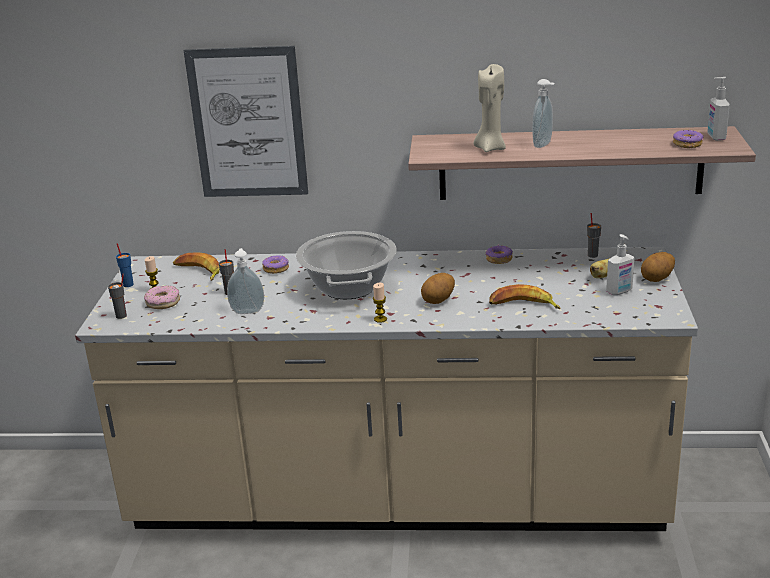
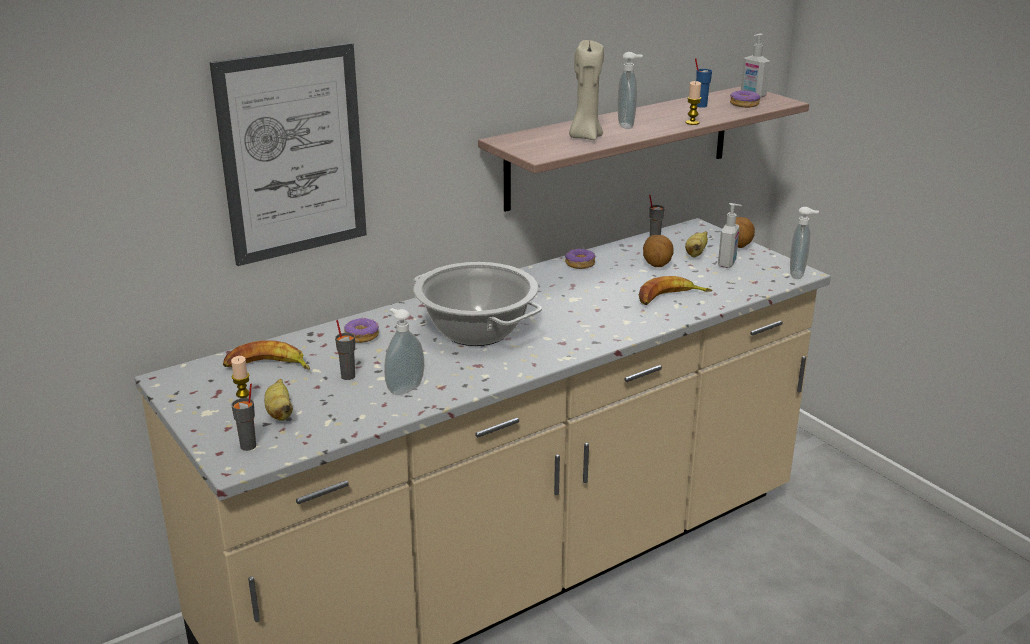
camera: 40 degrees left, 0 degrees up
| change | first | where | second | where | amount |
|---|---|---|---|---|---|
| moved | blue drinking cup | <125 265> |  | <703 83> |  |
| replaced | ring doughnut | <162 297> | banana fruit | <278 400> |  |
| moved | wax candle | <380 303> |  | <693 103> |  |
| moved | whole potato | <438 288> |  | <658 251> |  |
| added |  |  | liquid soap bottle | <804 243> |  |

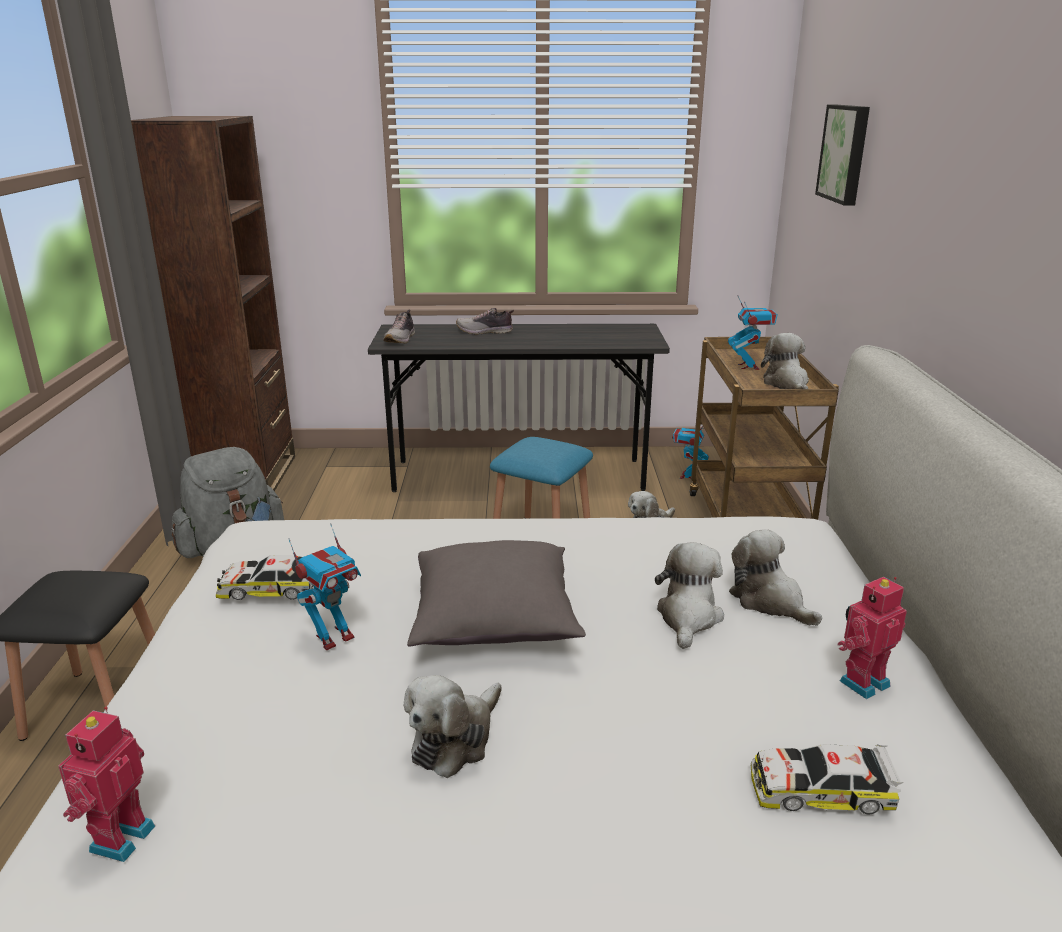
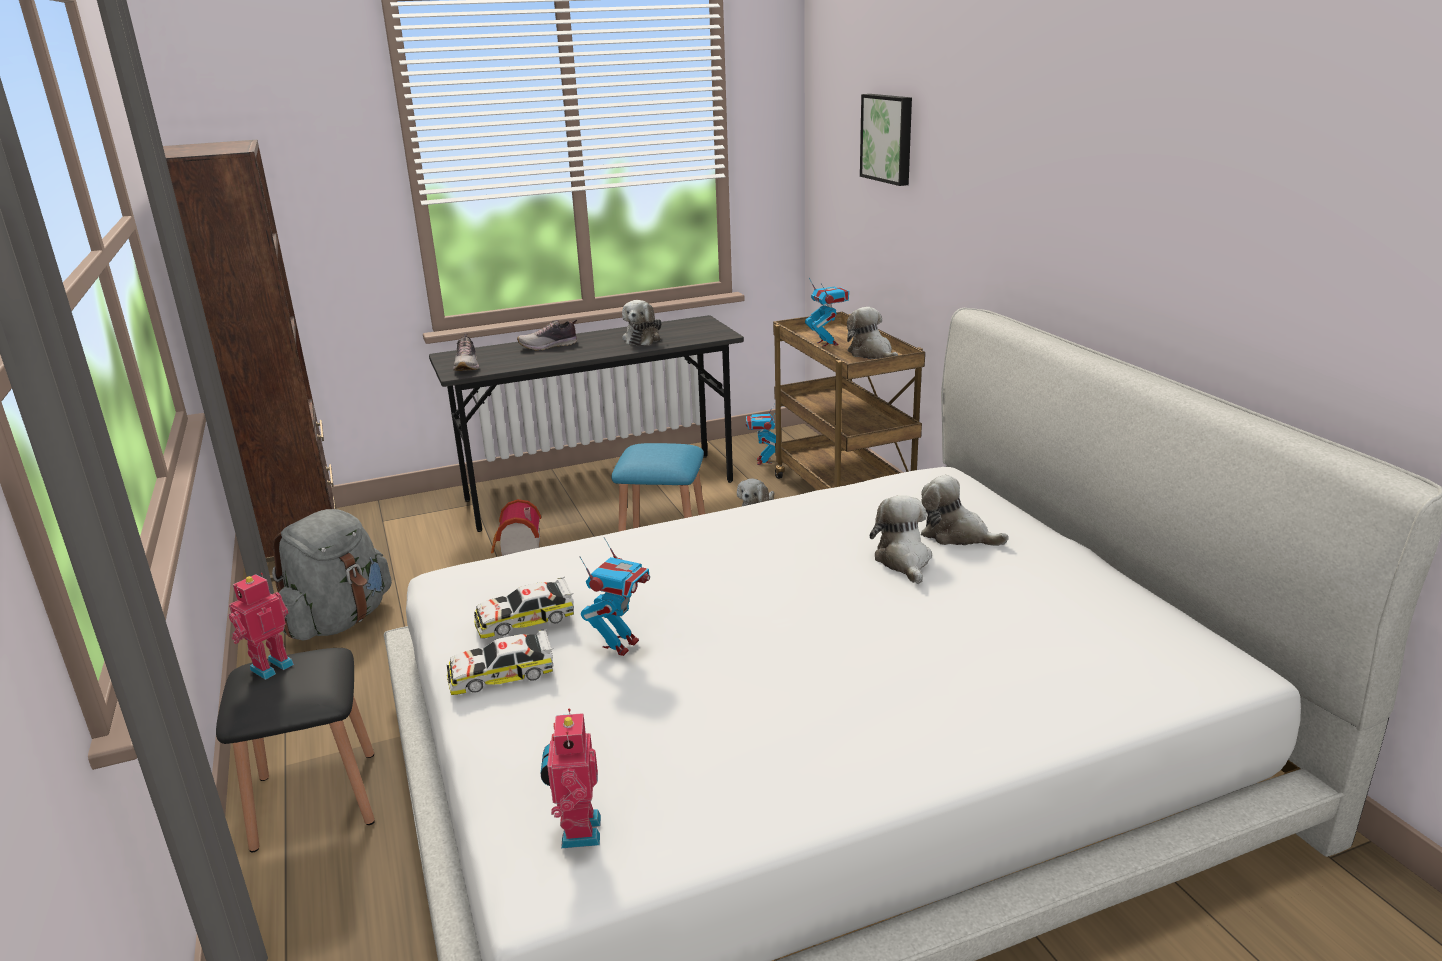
camera: 20 degrees left, 0 degrees up
| change | first | where | second | where | amount |
|---|---|---|---|---|---|
| moved | cuddly toy | <452 726> |  | <642 322> |  |
| removed | greyish cushion | <496 593> |  |  |  |
| moved | model car | <827 779> |  | <500 662> |  |
| moved | robot figure | <872 638> |  | <261 626> |  |
| added |  |  | toy house | <516 527> |  |

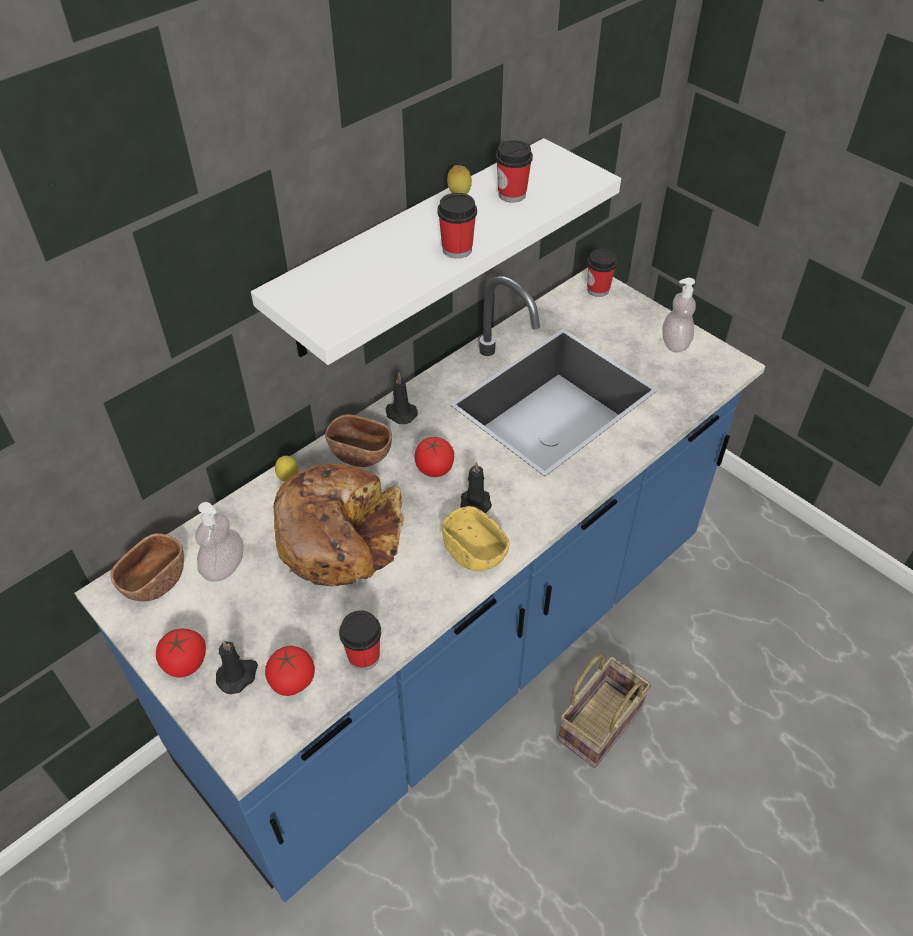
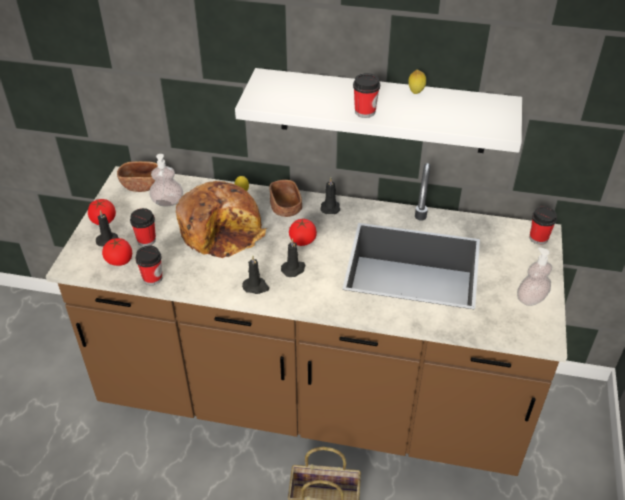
camera: 55 degrees right, 5 degrees down
| change | first | where | second | where | amount |
|---|---|---|---|---|---|
| recoloured | blue counter | <419 585> | brown-coloured counter | <306 319> |  |
| replaced | yellowish serving bowl | <475 538> | black-coloured wax candle | <255 275> |  |
| moved | drinking cup | <514 171> |  | <143 227> |  |

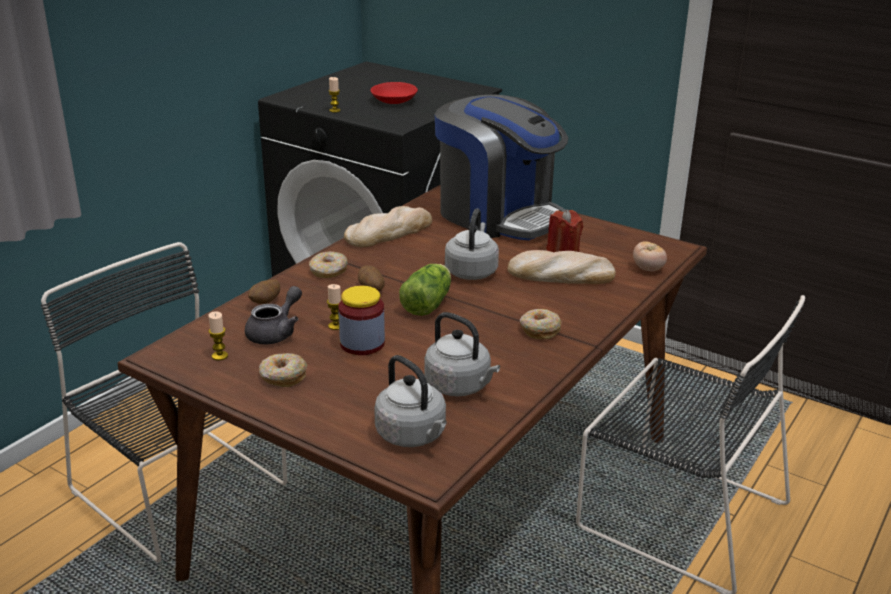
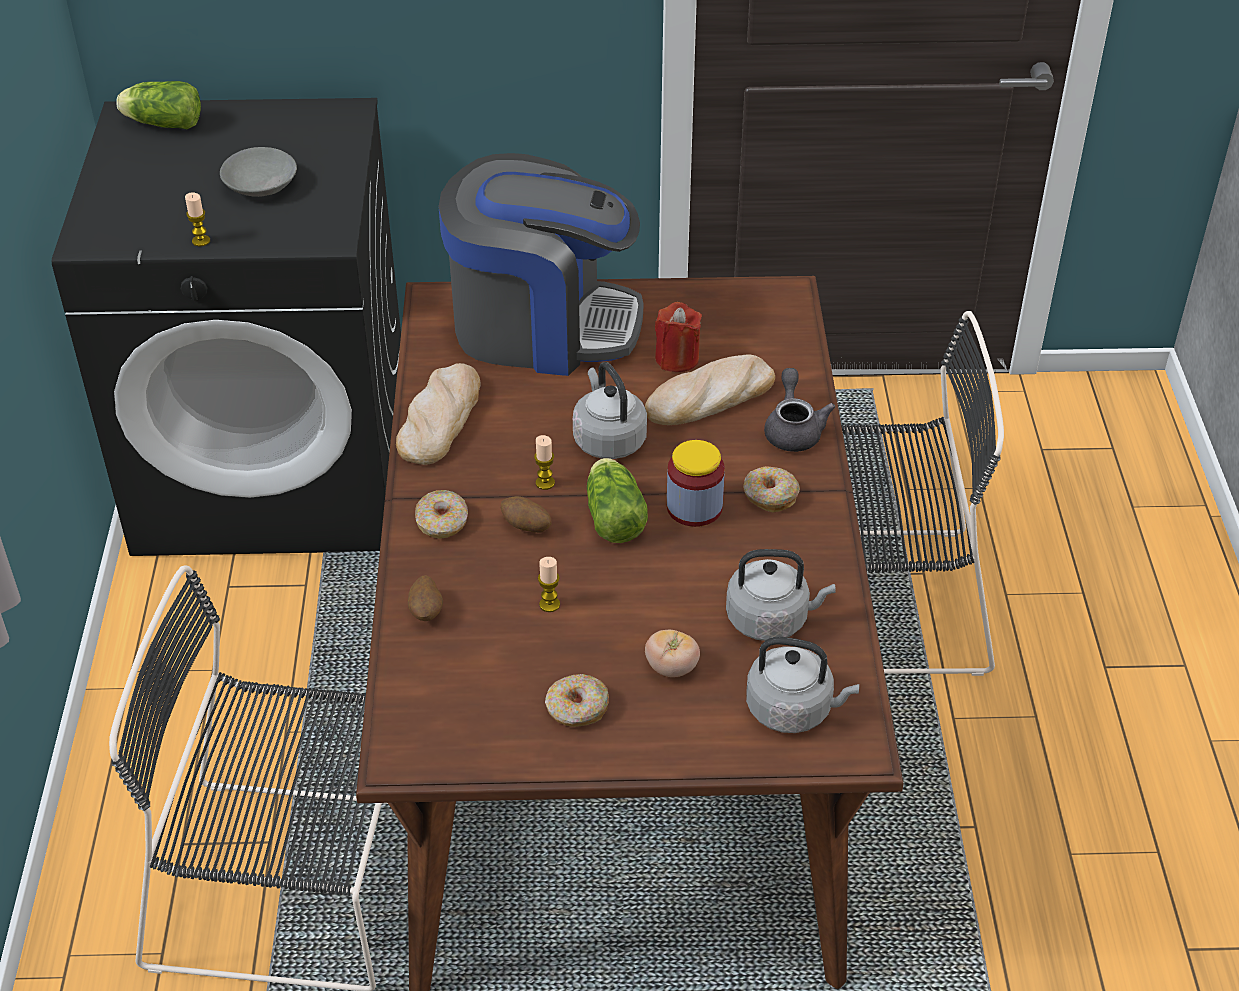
camera: 35 degrees left, 15 degrees up
| change | first | where | second | where | amount |
|---|---|---|---|---|---|
| moved | wax candle | <218 336> |  | <544 462> |  |
| moved | greyish teapot | <273 315> |  | <799 410> |  |
| moved | preserve jar | <361 320> |  | <696 483> |  |
| recoloured | red-coloured serving bowl | <394 93> | greyish serving bowl | <258 172> |  |
| moved | tomato | <650 256> |  | <672 653> |  |
| added |  |  | head of lettuce | <158 105> |  |

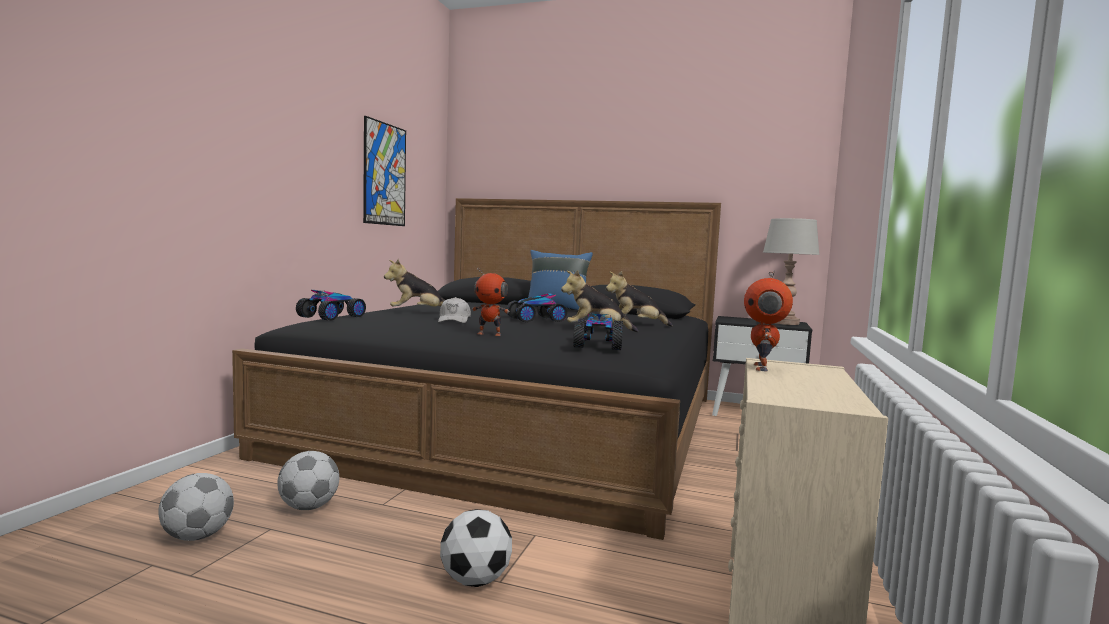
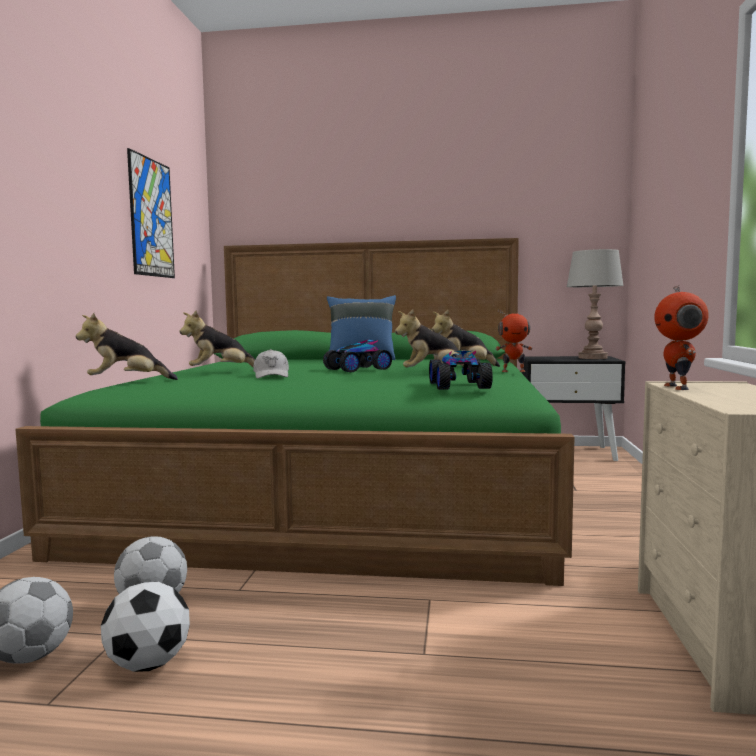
camera: 10 degrees left, 0 degrees up
| change | first | where | second | where | amount |
|---|---|---|---|---|---|
| recoloured | black-coloured bedroom bed | <476 369> | green bedroom bed | <295 412> |  |
| replaced | model car | <331 305> | cuddly toy | <127 346> |  |
| moved | ball for football | <476 548> |  | <145 627> |  |
| moved | robot figure | <491 301> |  | <513 340> |  |

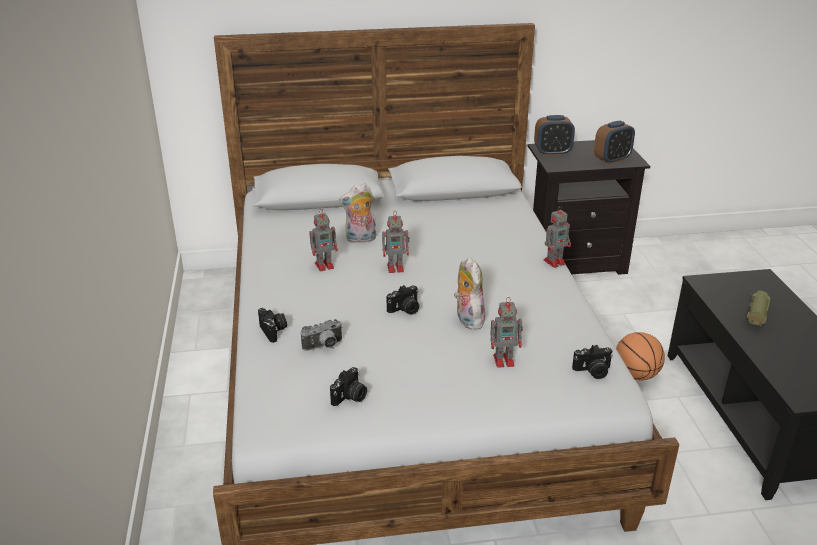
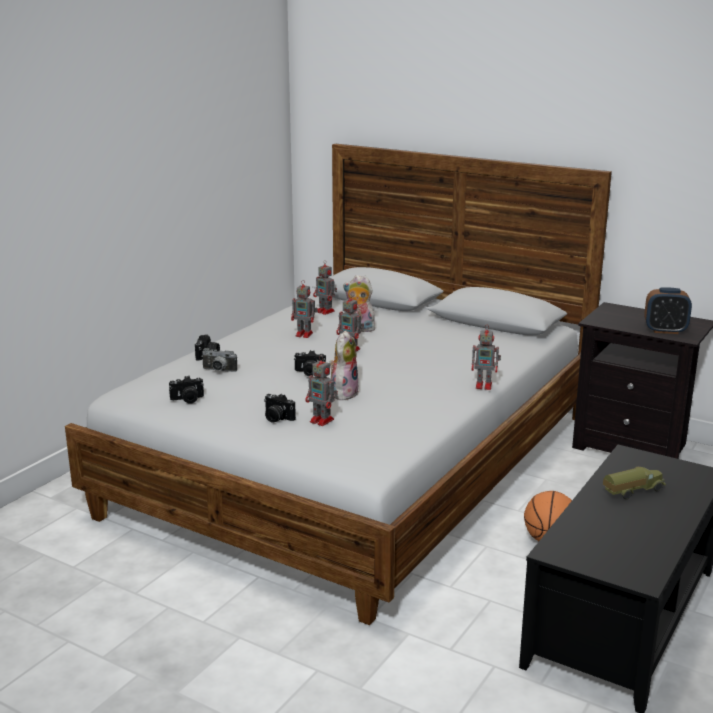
camera: 40 degrees right, 10 degrees down
| change | first | where | second | where | amount |
|---|---|---|---|---|---|
| removed | alarm clock | <554 135> |  |  |  |
| moved | still camera | <592 362> |  | <280 408> |  |
| added |  |  | robot figure | <325 287> |  |

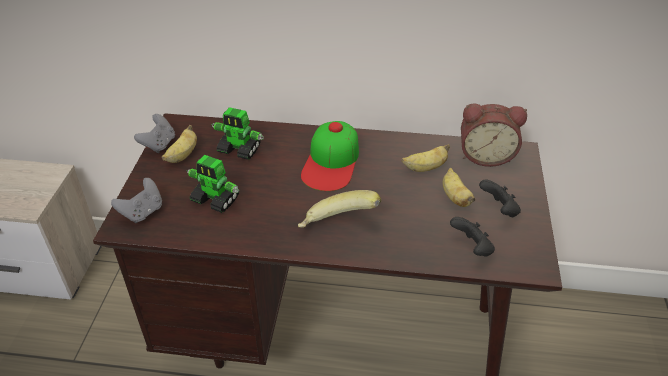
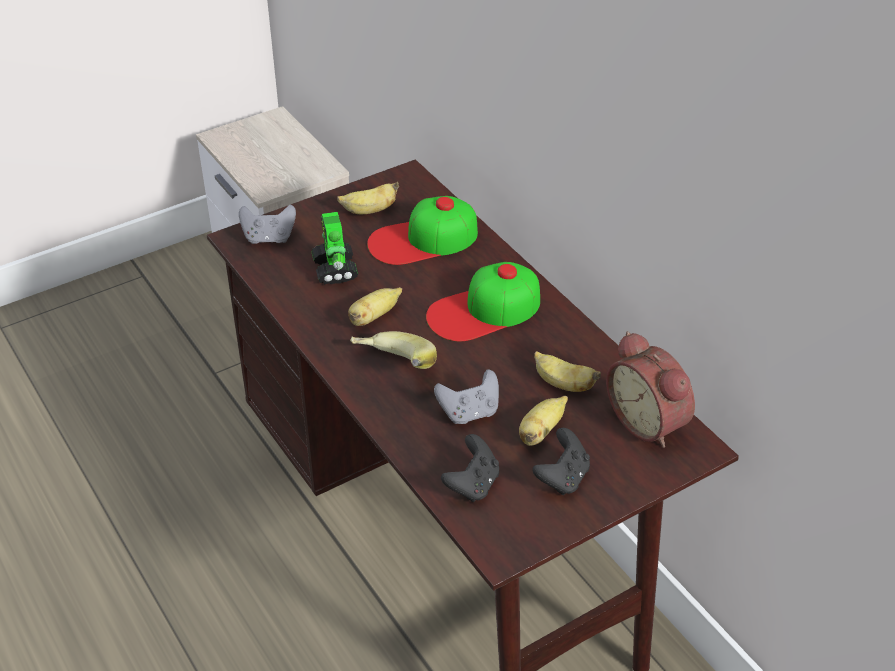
camera: 50 degrees right, 0 degrees up
| change | first | where | second | where | amount |
|---|---|---|---|---|---|
| moved | greyish joypad | <154 133> |  | <466 397> |  |
| replaced | robot figure | <238 133> | cap | <422 230> |  |
| added |  |  | banana fruit | <375 306> |  |

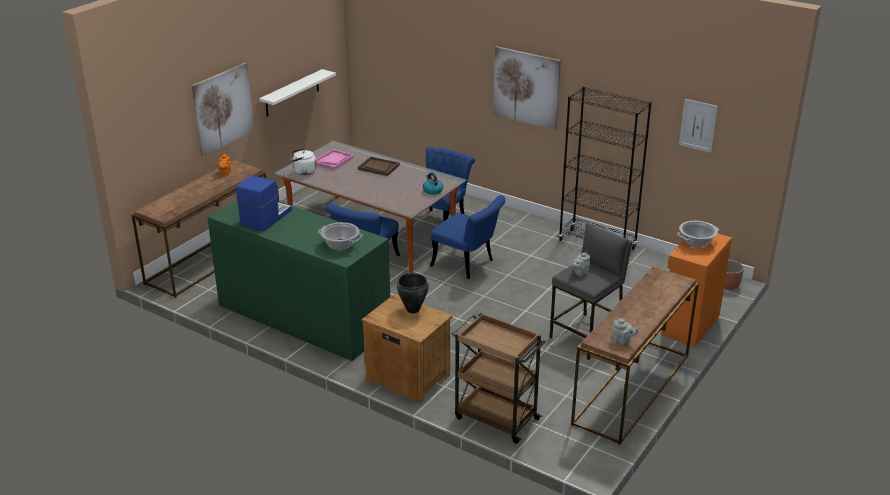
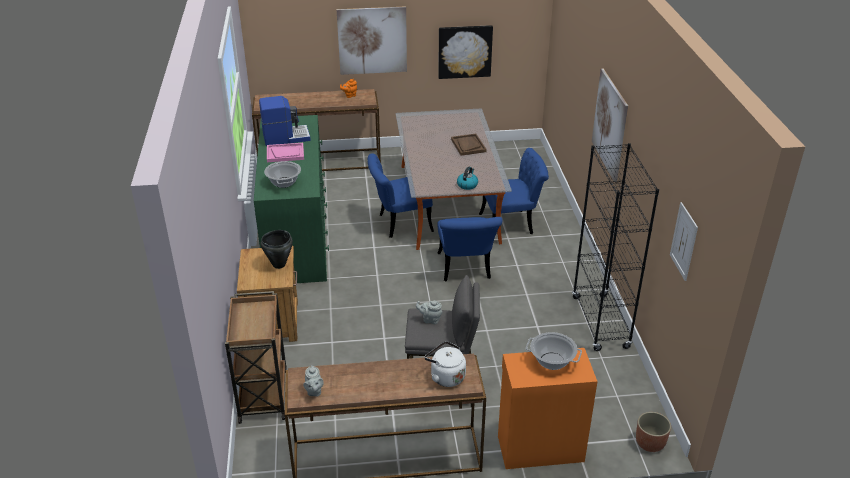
camera: 50 degrees right, 5 degrees up
| change | first | where | second | where | amount |
|---|---|---|---|---|---|
| replaced | white-coloured wall shelf | <297 93> | wall picture | <465 52> |  |
| moved | white-coloured kettle | <303 161> |  | <445 364> |  |
| moved | pink-coloured serving tray | <335 159> |  | <285 152> |  |

